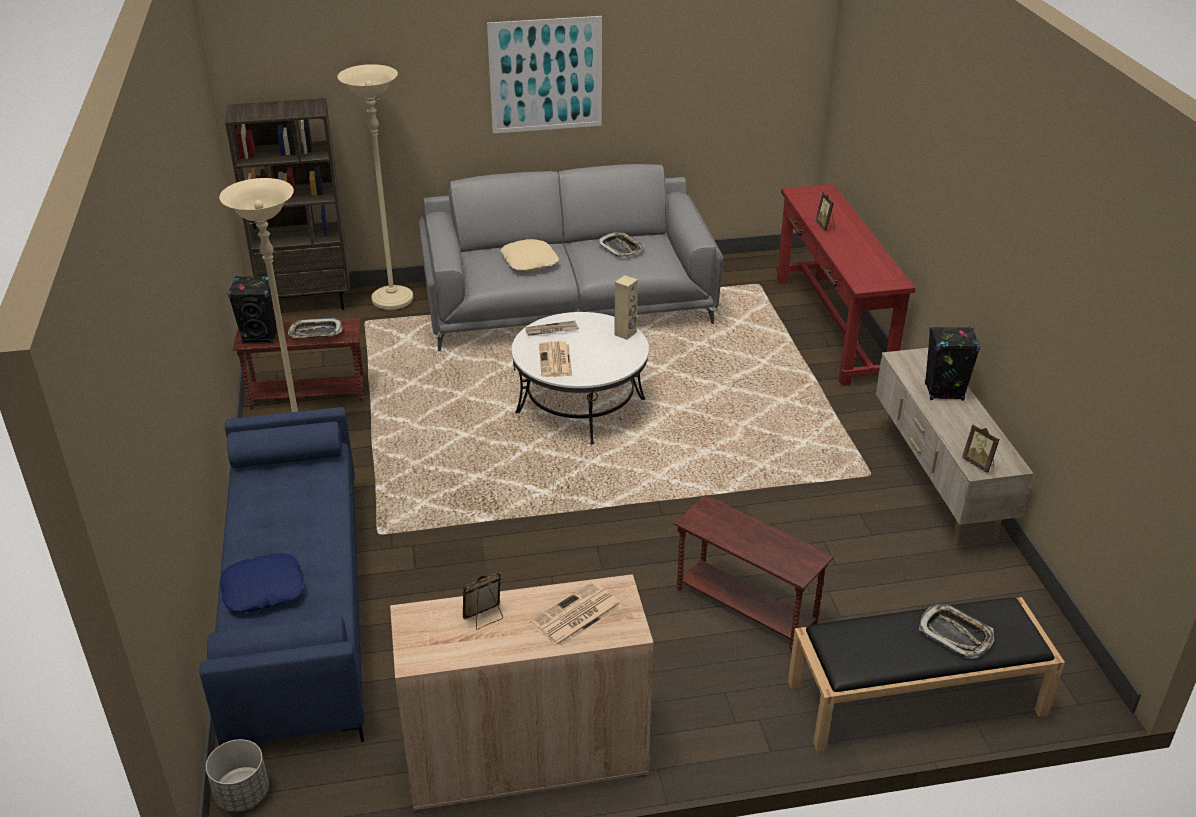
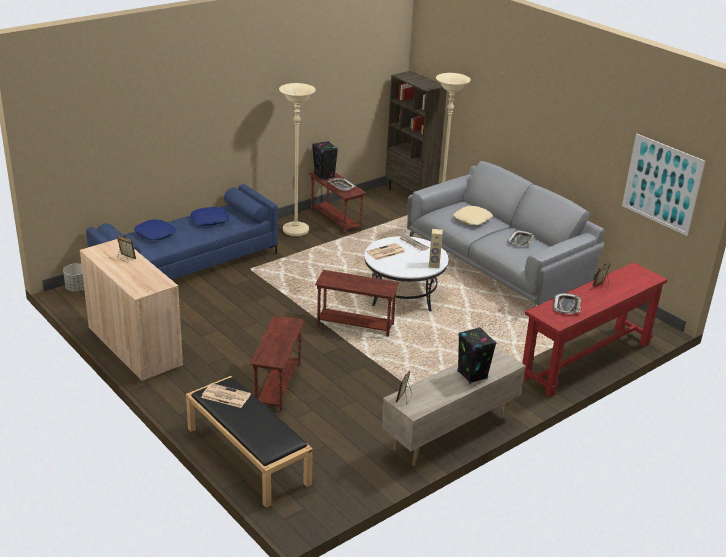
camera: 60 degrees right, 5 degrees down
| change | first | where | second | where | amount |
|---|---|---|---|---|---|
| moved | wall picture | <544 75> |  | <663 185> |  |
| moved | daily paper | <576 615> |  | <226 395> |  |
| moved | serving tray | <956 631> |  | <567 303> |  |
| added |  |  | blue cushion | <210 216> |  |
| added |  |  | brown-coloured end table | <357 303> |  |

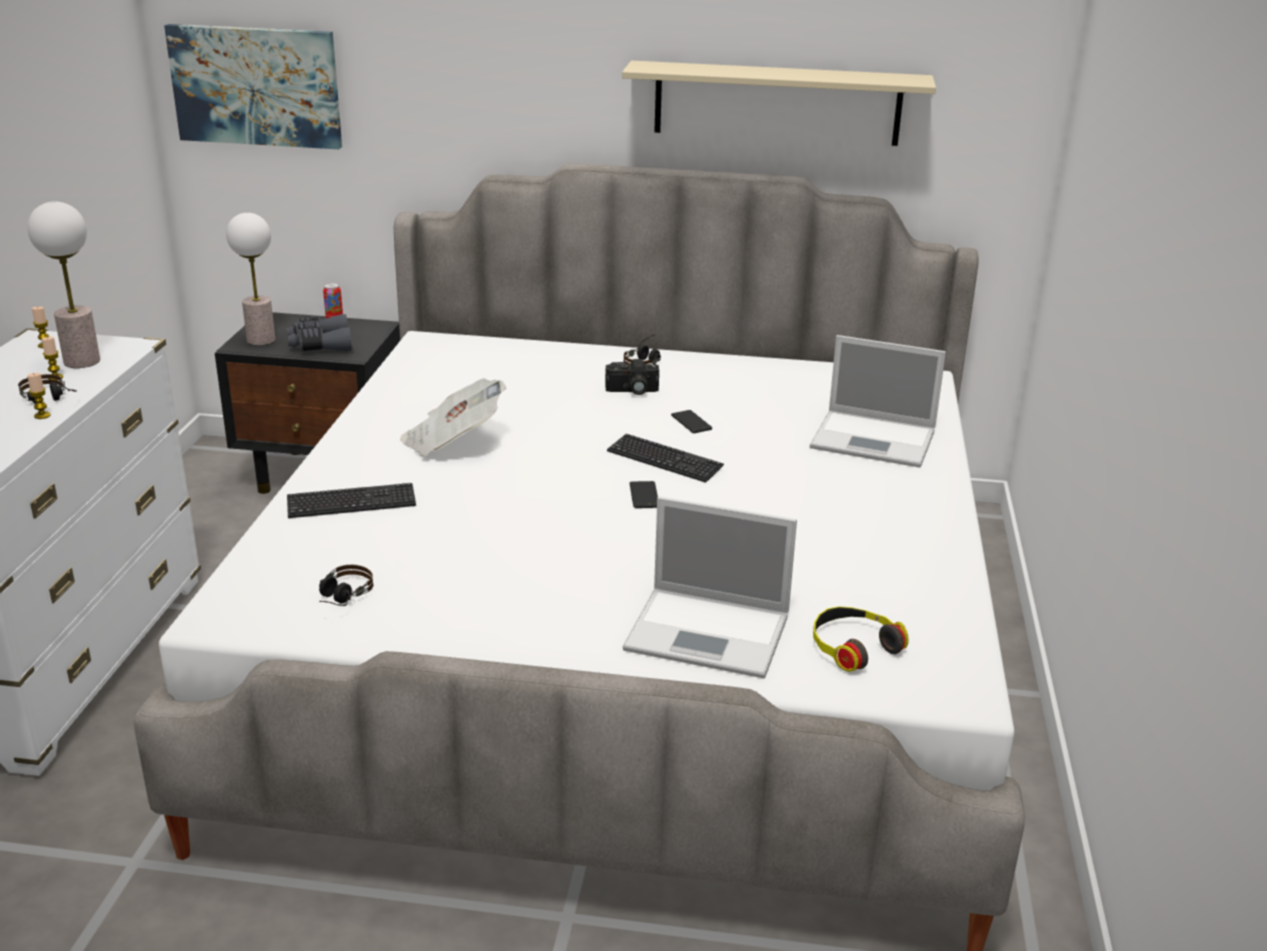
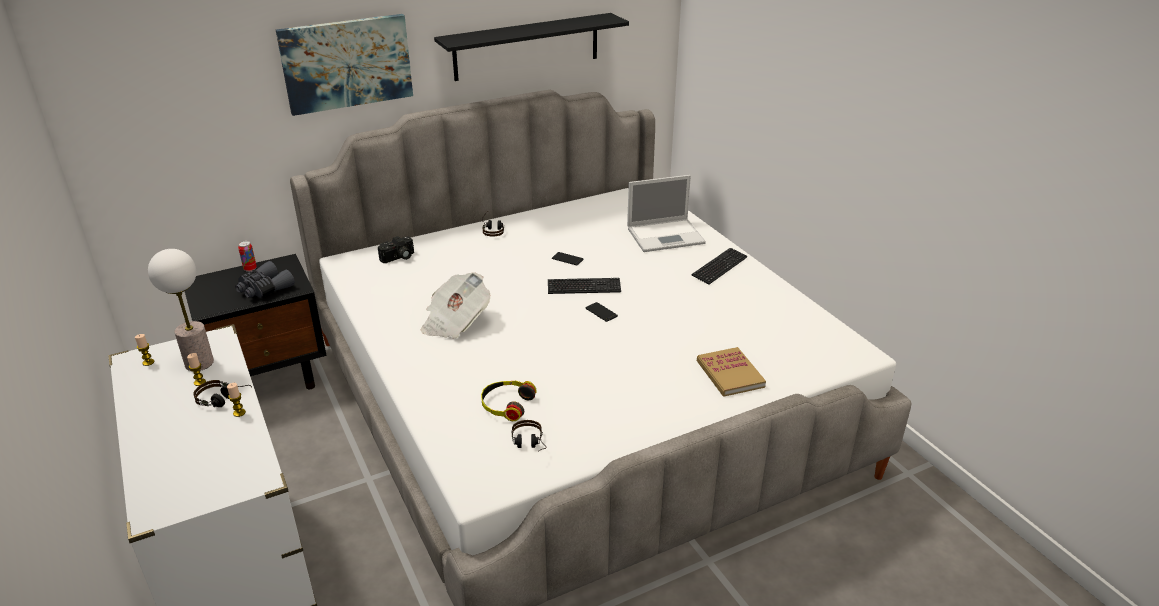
camera: 35 degrees left, 5 degrees up
| change | first | where | second | where | amount |
|---|---|---|---|---|---|
| moved | wall picture | <253 86> |  | <344 65> |  |
| removed | lamp for a table | <250 279> |  |  |  |
| moved | keyboard | <351 500> |  | <719 266> |  |
| moved | still camera | <632 377> |  | <396 249> |  |
| recoloured | beige wall shelf | <779 103> | black-coloured wall shelf | <531 47> |  |
| replaced | portable computer | <710 587> | book | <731 372> |  |
| moved | headset | <861 639> |  | <509 401> |  |

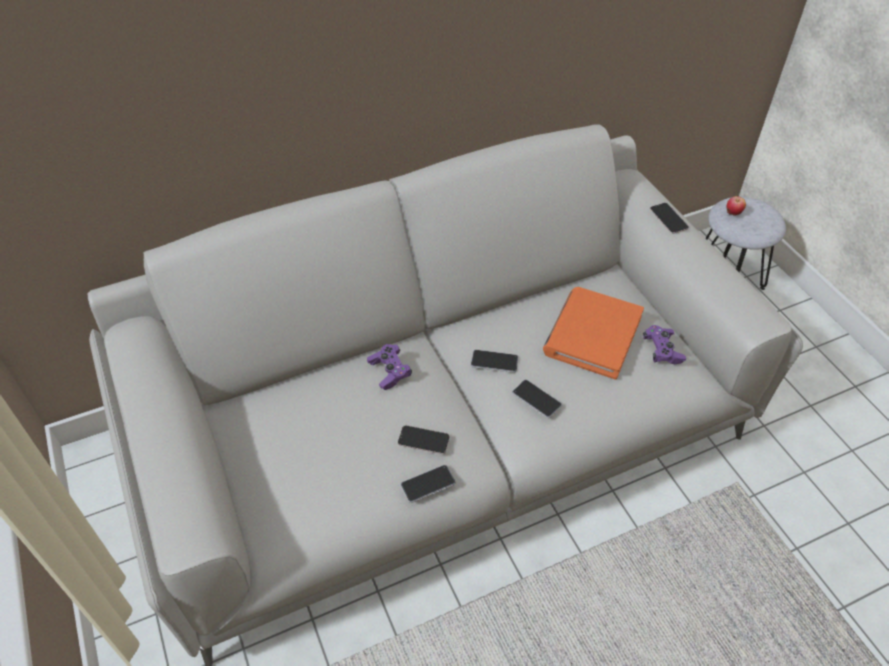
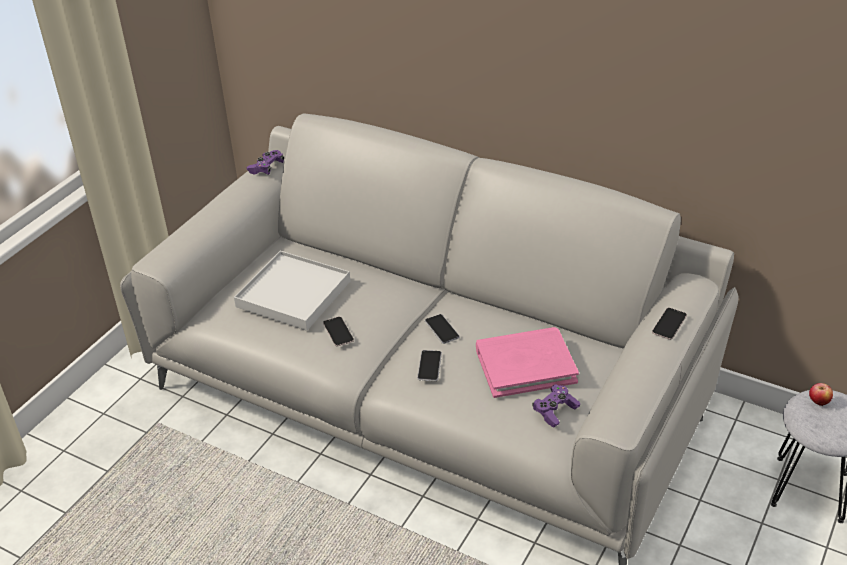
camera: 55 degrees right, 10 degrees down
| change | first | where | second | where | amount |
|---|---|---|---|---|---|
| moved | purplish joypad | <389 367> |  | <265 162> |  |
| removed | handset | <428 484> |  |  |  |
| recoloured | orange-coloured book | <593 333> | pink-coloured book | <527 362> |  |
| added |  |  | white-coloured serving tray | <292 291> |  |

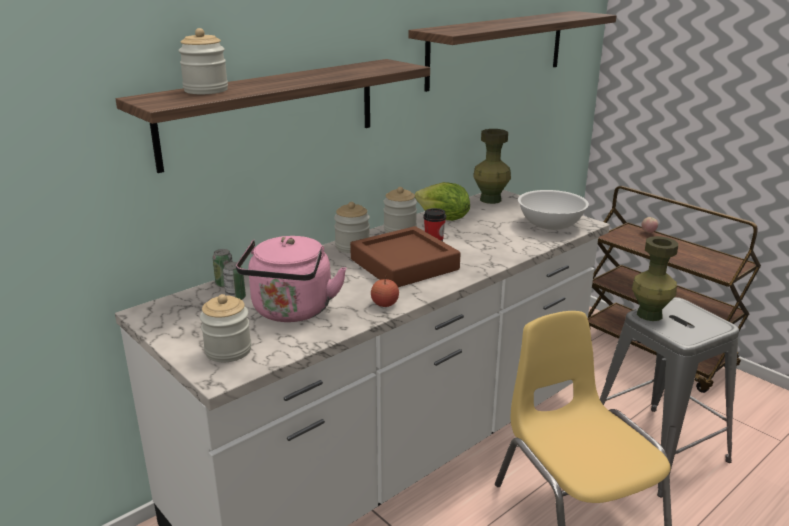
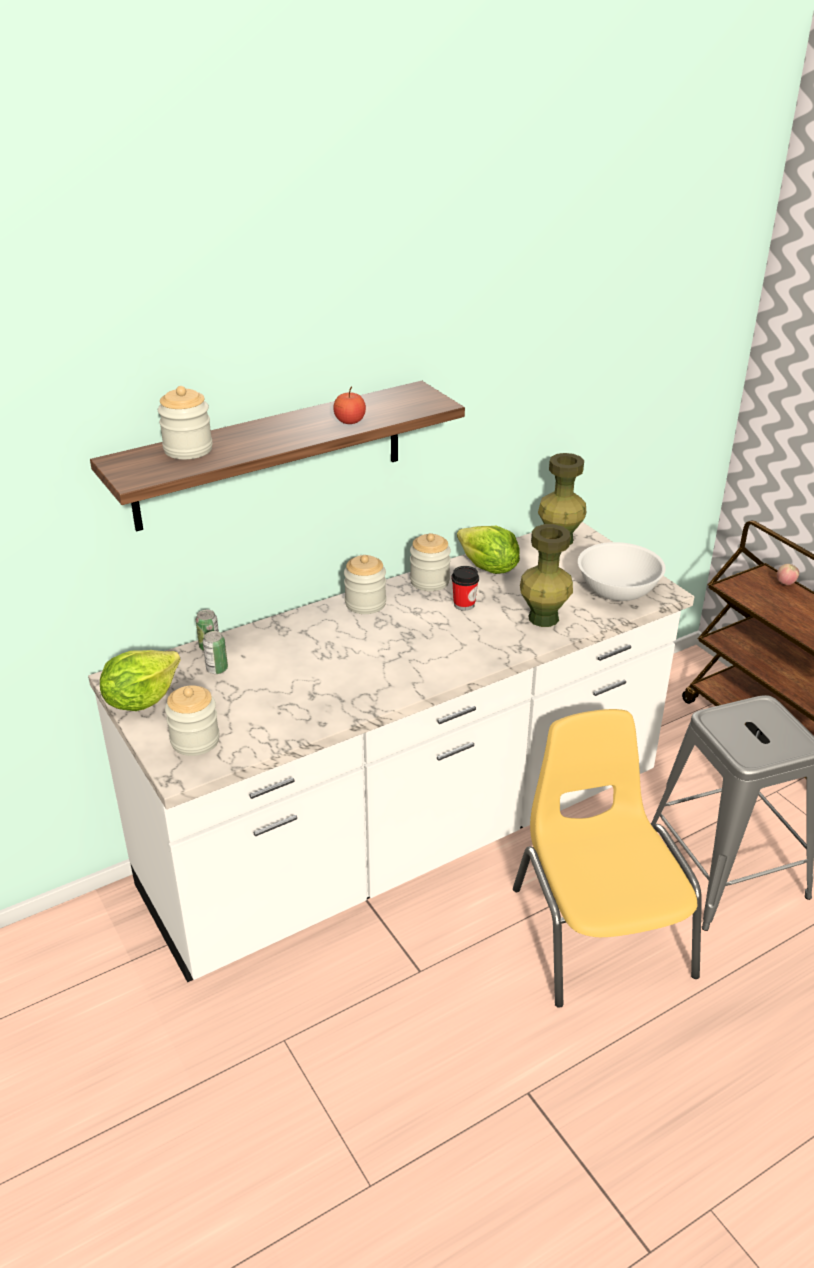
camera: 10 degrees right, 10 degrees up
| change | first | where | second | where | amount |
|---|---|---|---|---|---|
| removed | pink-coloured kettle | <291 279> |  |  |  |
| removed | brown-coloured serving tray | <405 256> |  |  |  |
| moved | whole apple | <385 290> |  | <349 405> |  |
| removed | wall shelf | <512 51> |  |  |  |
| moved | green vase | <655 278> |  | <546 575> |  |
| added |  |  | head of lettuce | <140 680> |  |

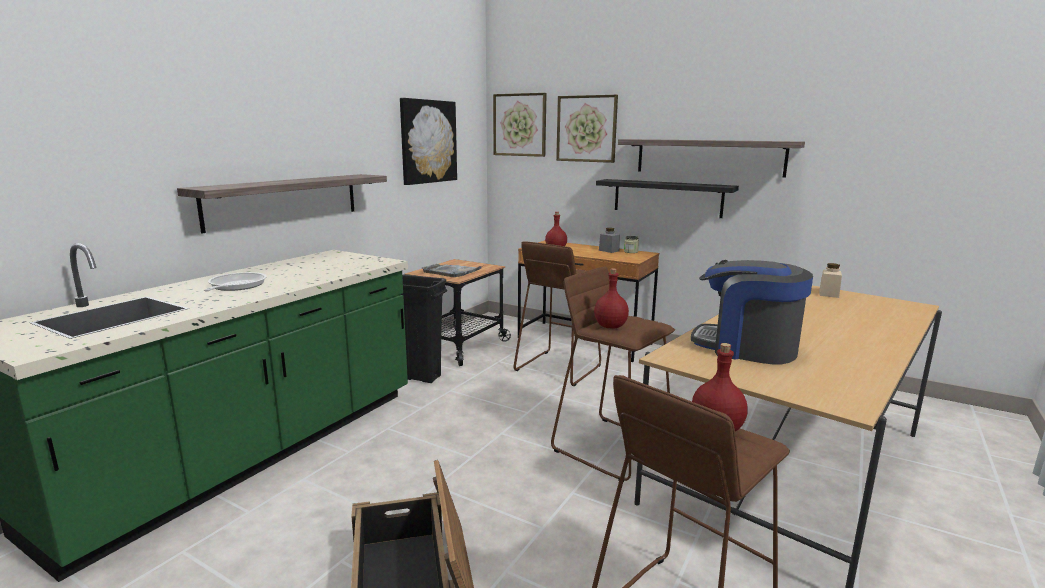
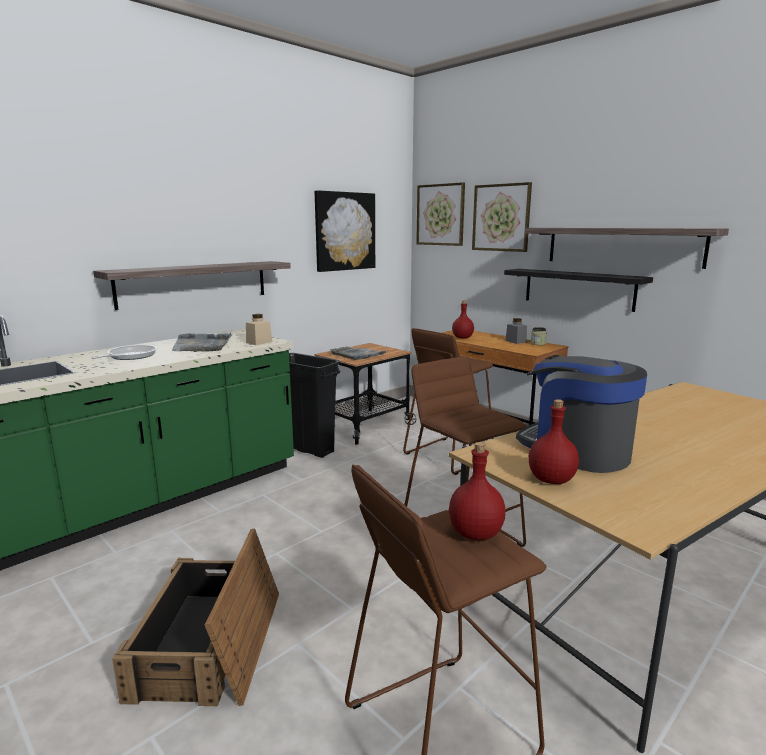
camera: 15 degrees right, 0 degrees up
| change | first | where | second | where | amount |
|---|---|---|---|---|---|
| moved | red-coloured bottle | <611 298> |  | <554 441> |  |
| moved | beige preserve jar | <830 280> |  | <259 329> |  |
| added |  |  | greyish serving tray | <202 342> |  |

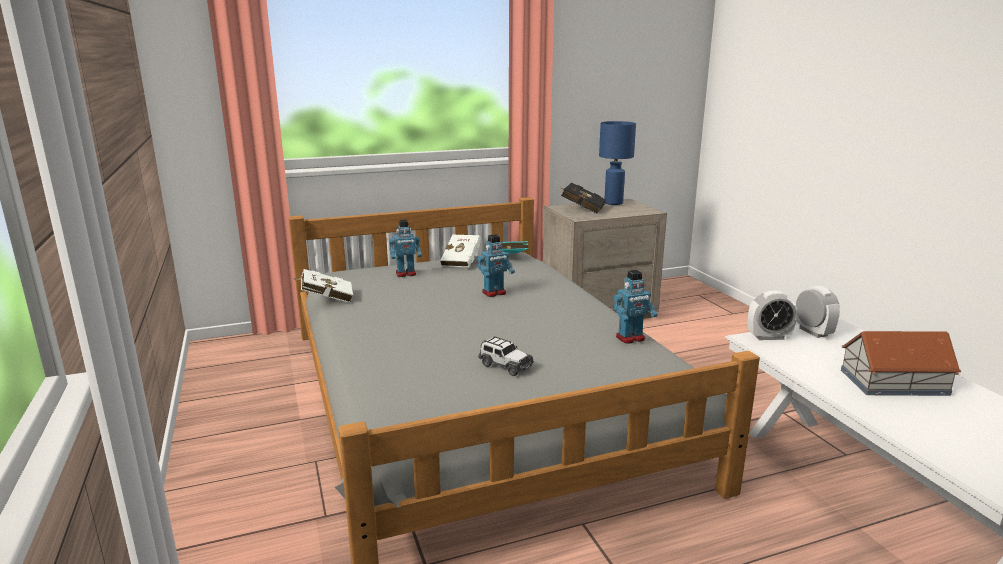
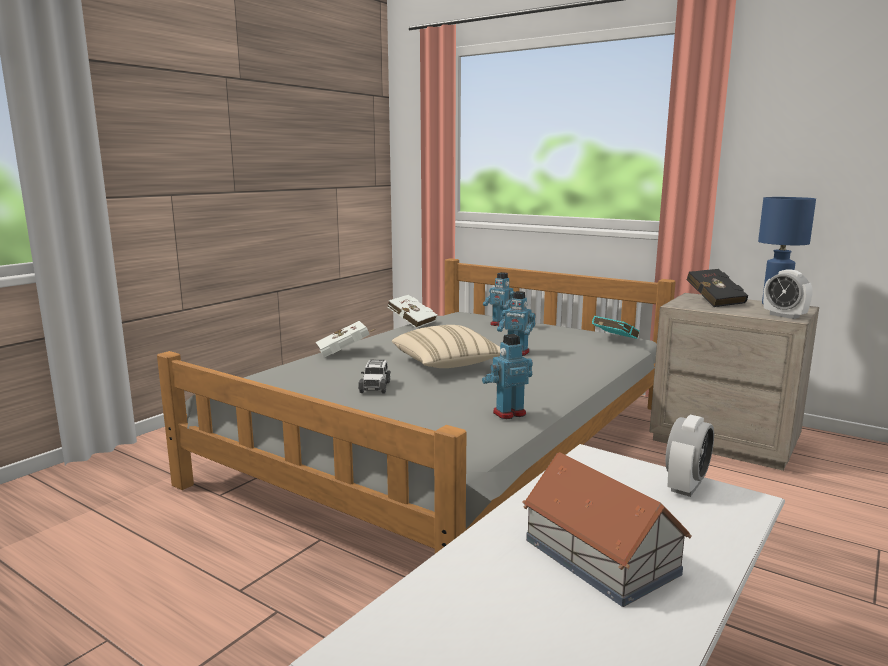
camera: 55 degrees right, 5 degrees down
| change | first | where | second | where | amount |
|---|---|---|---|---|---|
| moved | white-coloured book | <460 250> |  | <345 339> |  |
| turned | robot figure | <635 307> |  | <507 376> | 120 degrees clockwise |
| moved | alarm clock | <772 315> |  | <787 294> |  |
| added |  |  | beige cushion | <446 346> |  |

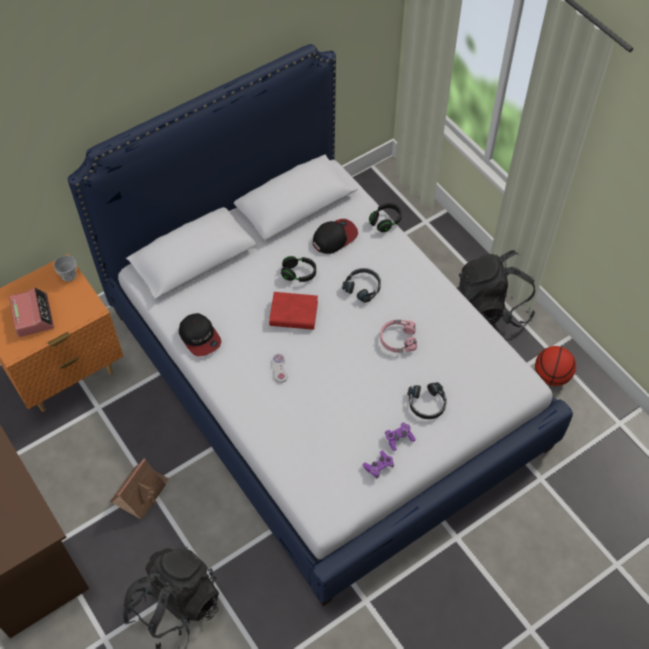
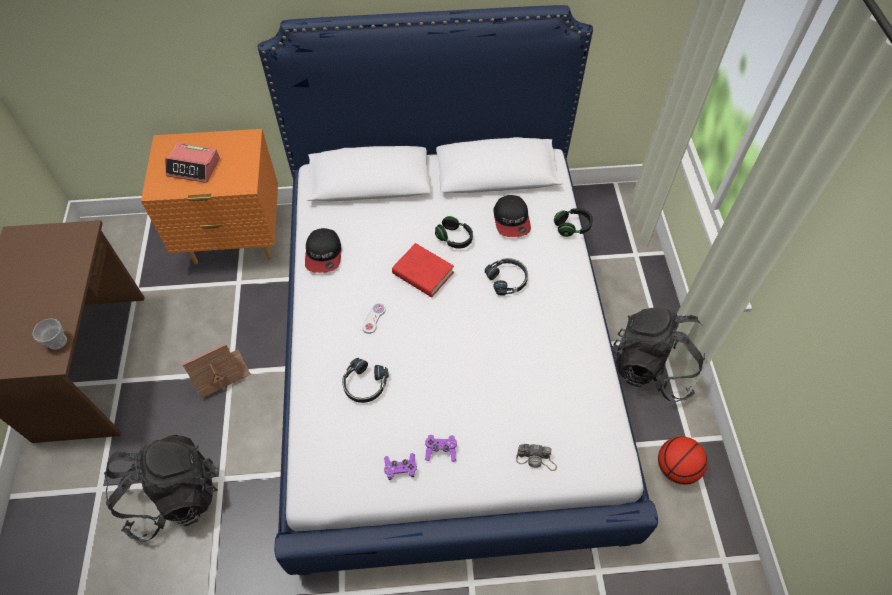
camera: 30 degrees right, 0 degrees up
| change | first | where | second | where | amount |
|---|---|---|---|---|---|
| turned | alarm clock | <31 312> |  | <192 163> | 90 degrees clockwise |
| moved | drinking cup | <65 268> |  | <50 334> |  |
| turned | cap | <335 236> |  | <512 216> | 90 degrees clockwise |
| removed | pink-coloured headset | <398 336> |  |  |  |
| moved | black-coloured headset | <427 400> |  | <365 380> |  |
| added |  |  | still camera | <536 457> |  |

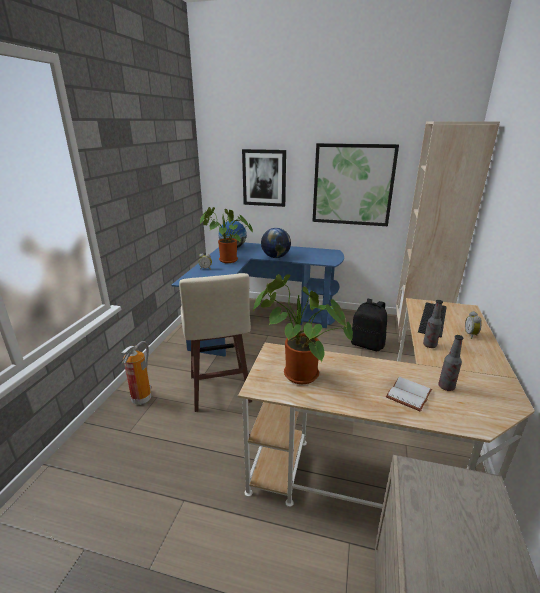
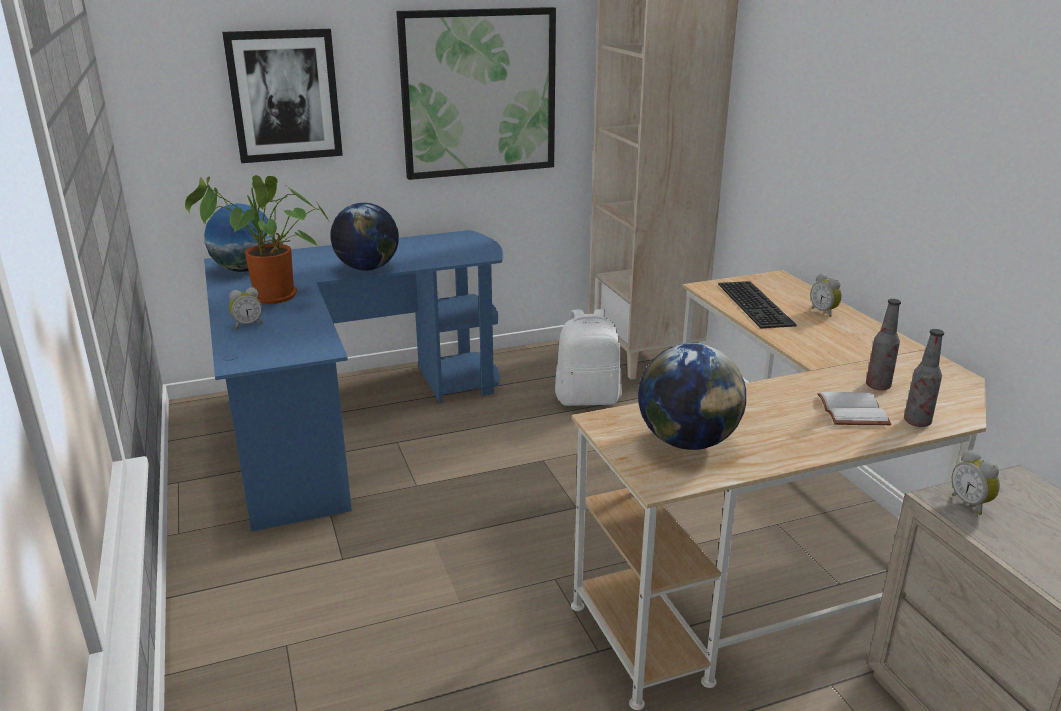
camera: 35 degrees left, 0 degrees up
| change | first | where | second | where | amount |
|---|---|---|---|---|---|
| removed | fire extinguisher | <136 373> |  |  |  |
| removed | beige stool seat | <215 342> |  |  |  |
| replaced | plant in a pot | <303 329> | desk globe | <692 396> |  |
| recoloured | black-coloured knapsack | <369 325> | white-coloured knapsack | <588 357> |  |
| moved | bottle | <433 324> |  | <924 378> |  |
| added |  |  | alarm clock | <976 482> |  |

